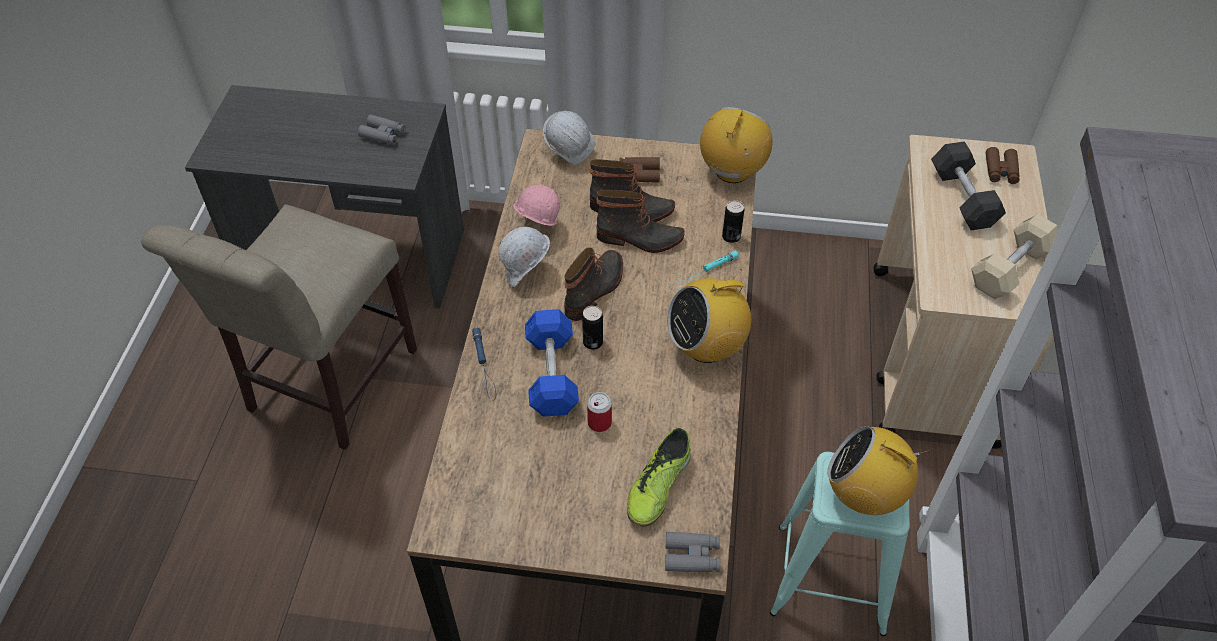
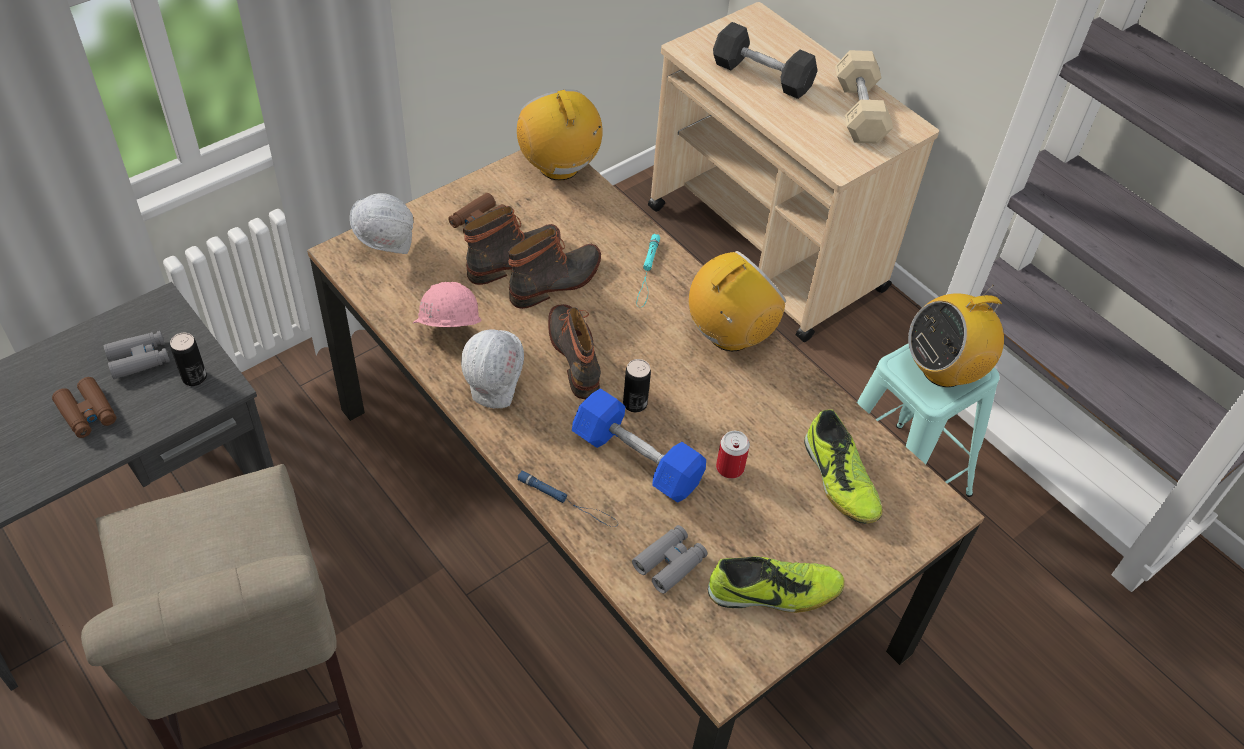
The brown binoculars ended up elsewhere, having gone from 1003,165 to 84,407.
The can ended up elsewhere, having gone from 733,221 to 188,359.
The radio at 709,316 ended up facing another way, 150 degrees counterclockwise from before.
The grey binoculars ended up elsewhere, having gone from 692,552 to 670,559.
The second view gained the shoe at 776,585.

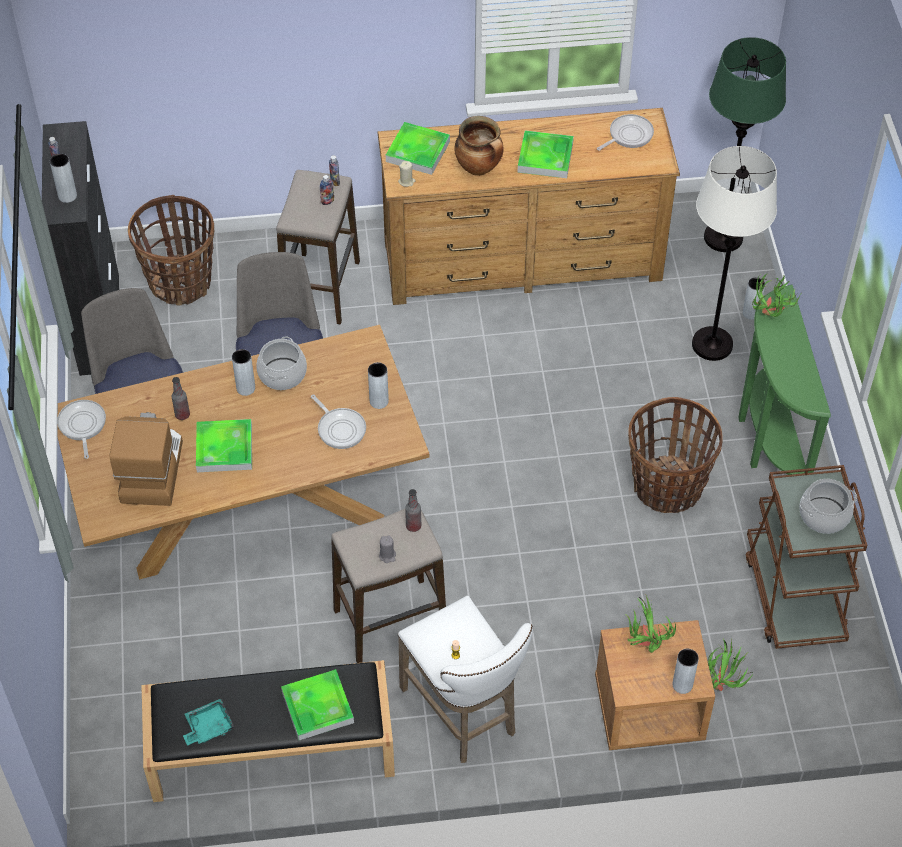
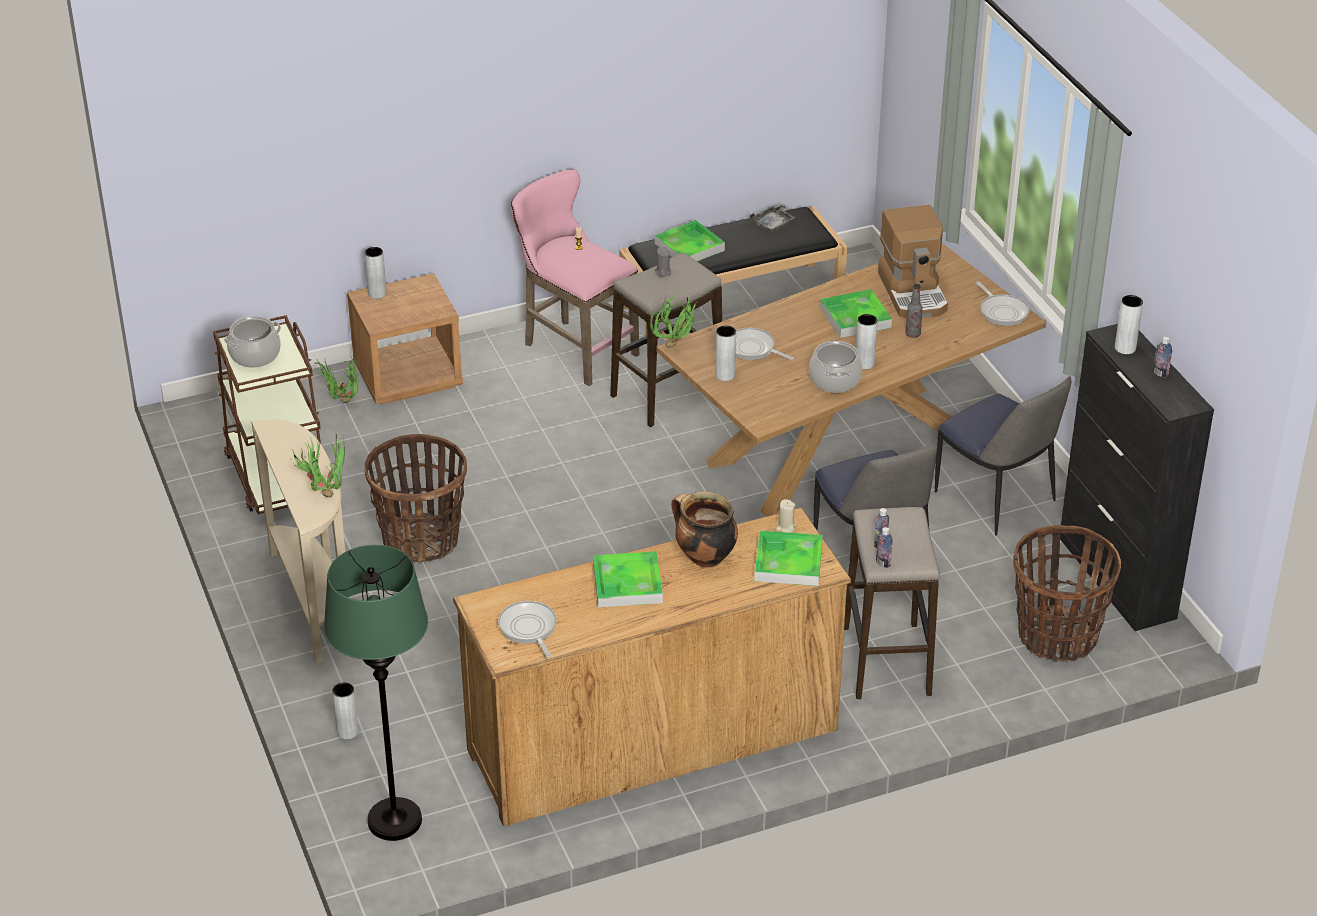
The frying pan at 625,132 ended up facing another way, 120 degrees clockwise from before.
The second view lost the white floor lamp at 734,253.
What was the green console table at 784,379 turned into the beige console table at 300,541.
The second view lost the bottle at 413,510.
What was the white stool at 465,679 turned into the pink stool at 575,277.
The potted plant ended up elsewhere, having gone from 650,624 to 674,321.
What was the turquoise tray at 209,722 turned into the grey tray at 773,217.

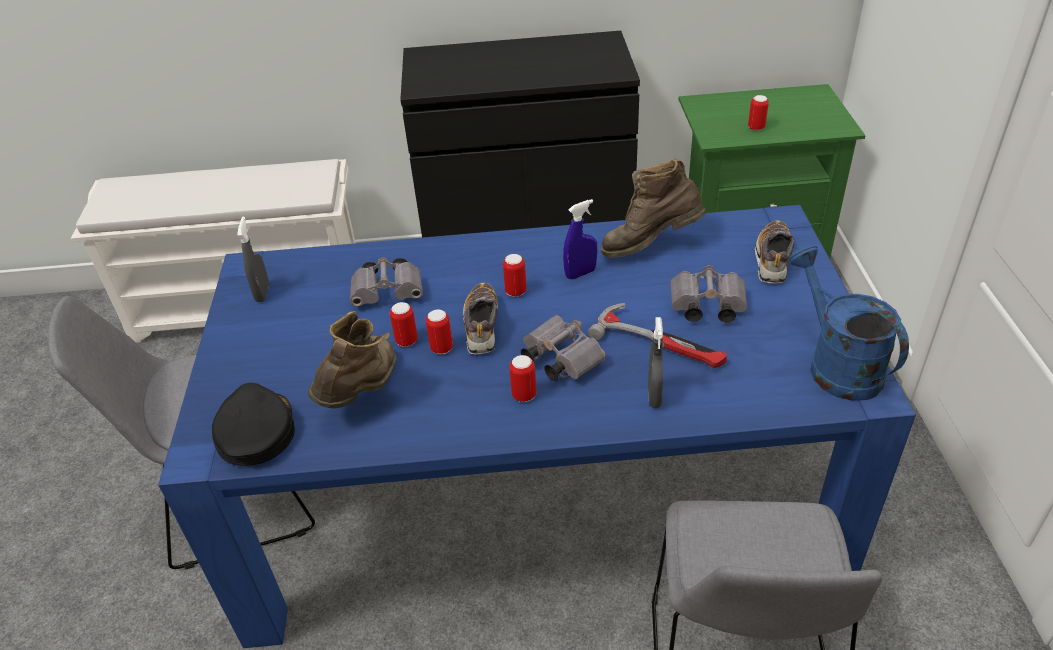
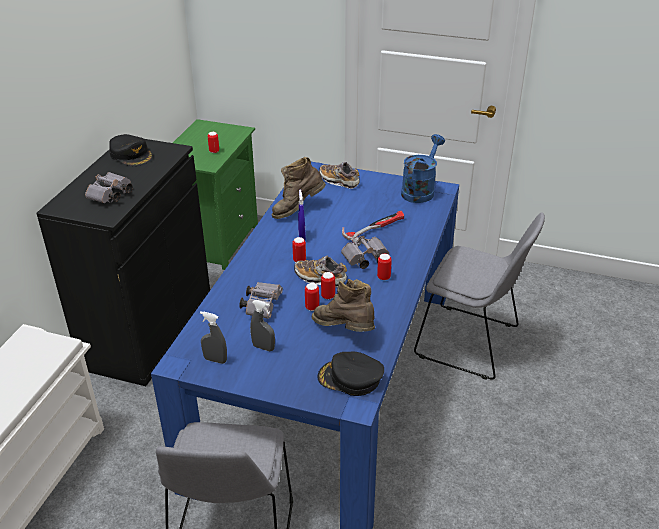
The brown boot at 653,208 ended up facing another way, 45 degrees clockwise from before.
The blue watering can at 848,323 ended up facing another way, 120 degrees clockwise from before.
The grey binoculars ended up elsewhere, having gone from 708,293 to 109,187.
The grey spray bottle ended up elsewhere, having gone from 655,362 to 262,325.
The second view gained the black cap at 131,150.

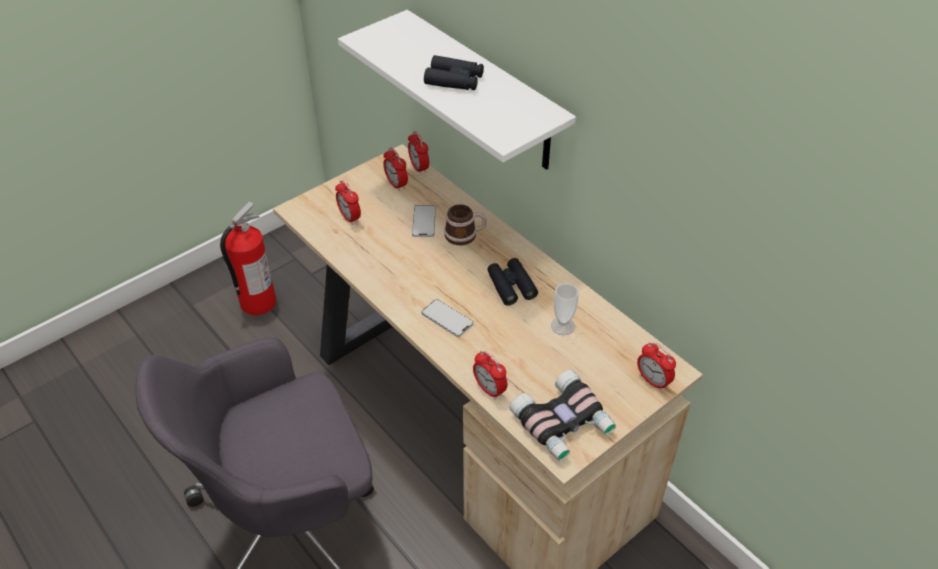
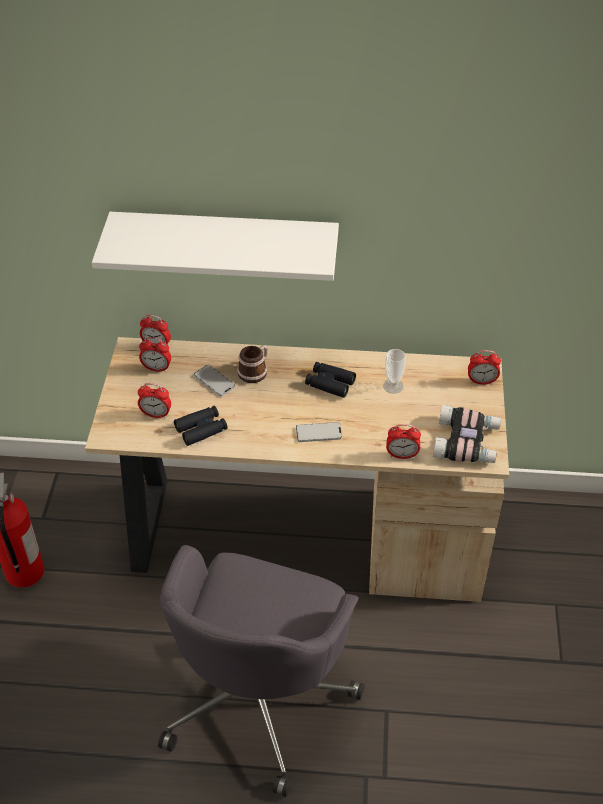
The black binoculars ended up elsewhere, having gone from 454,72 to 200,426.

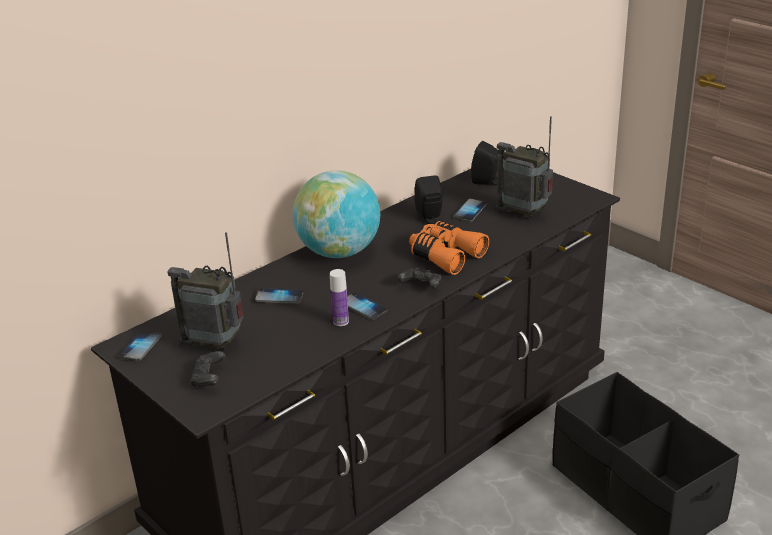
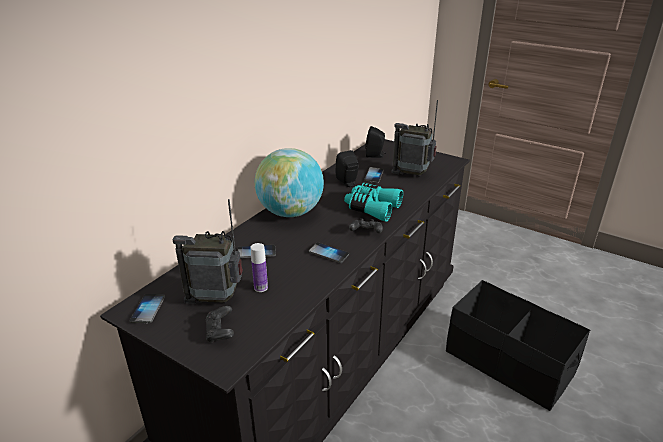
What was the orange binoculars at 449,248 turned into the turquoise binoculars at 373,202.
The bottle ended up elsewhere, having gone from 339,297 to 259,267.

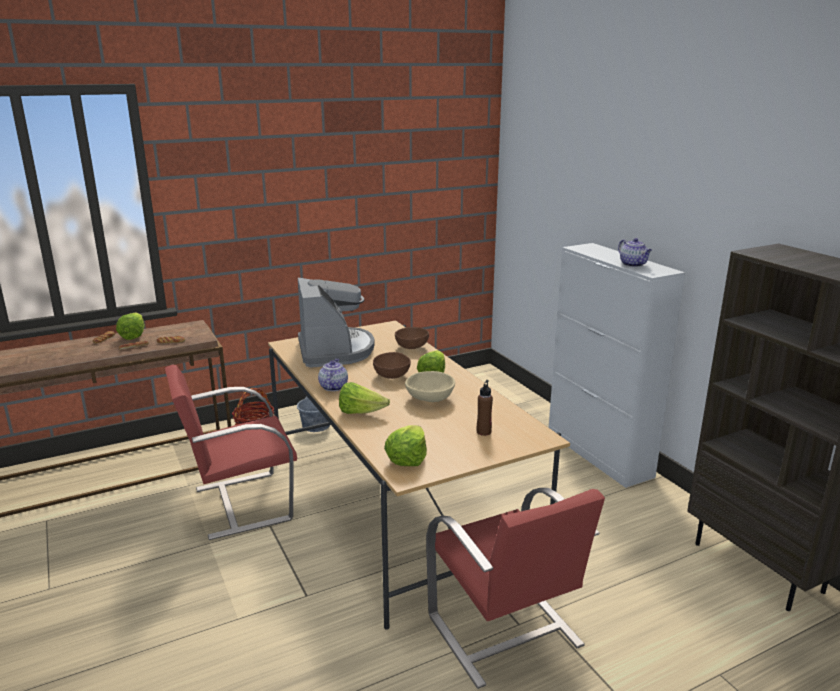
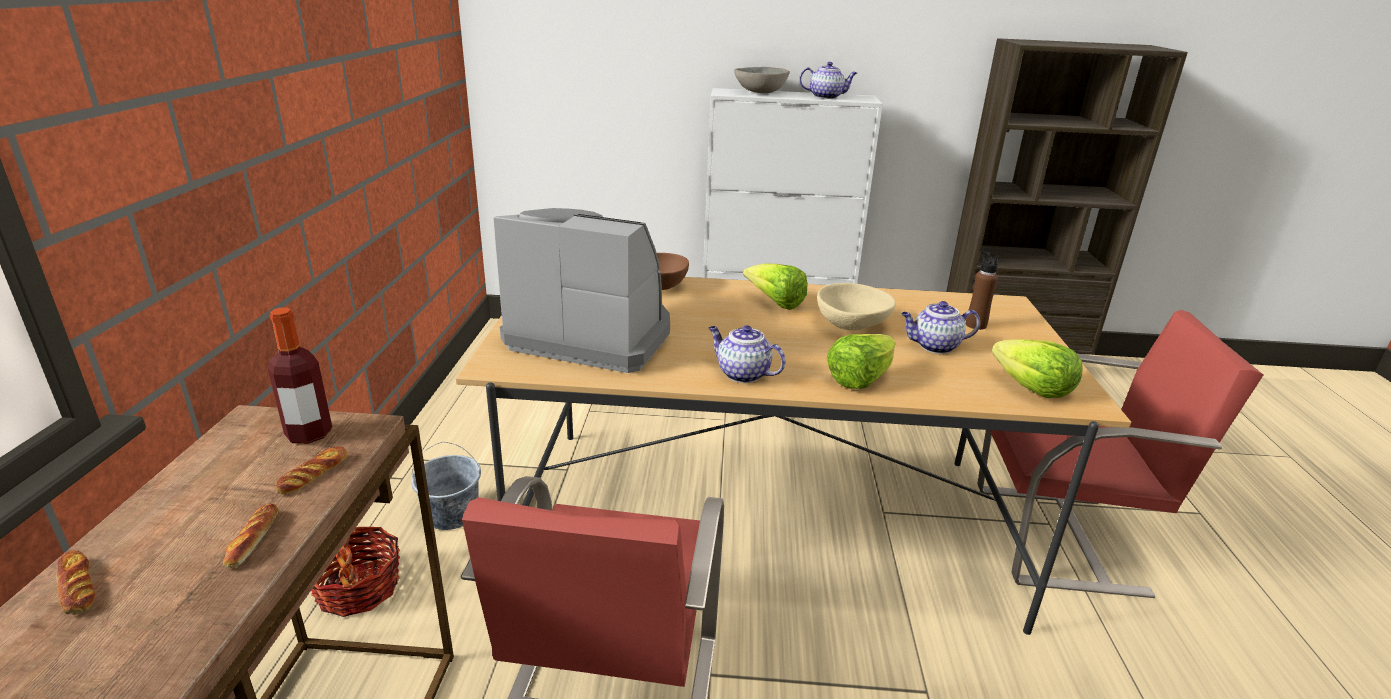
The second view lost the lettuce at 130,326.
The second view lost the brown bowl at 392,365.
The second view gained the grey bowl at 762,80.
The second view gained the teapot at 940,327.
The second view gained the bottle at 300,375.

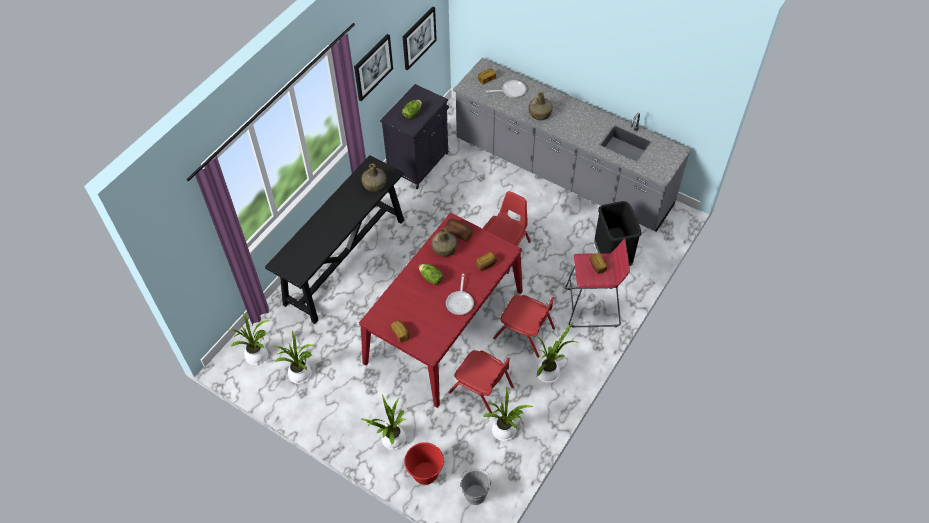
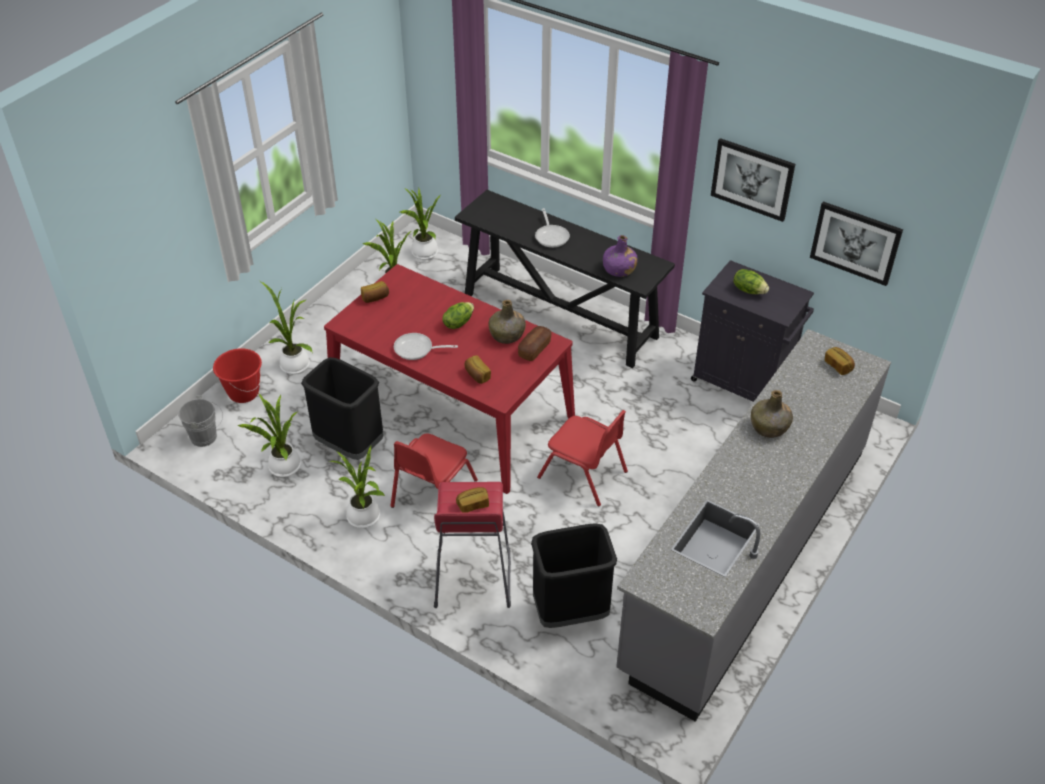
The frying pan ended up elsewhere, having gone from 506,89 to 552,228.
What was the green bottle at 373,178 turned into the purple bottle at 620,256.
Where the red chair stood at 481,381, the black trash can came to stand at 342,408.

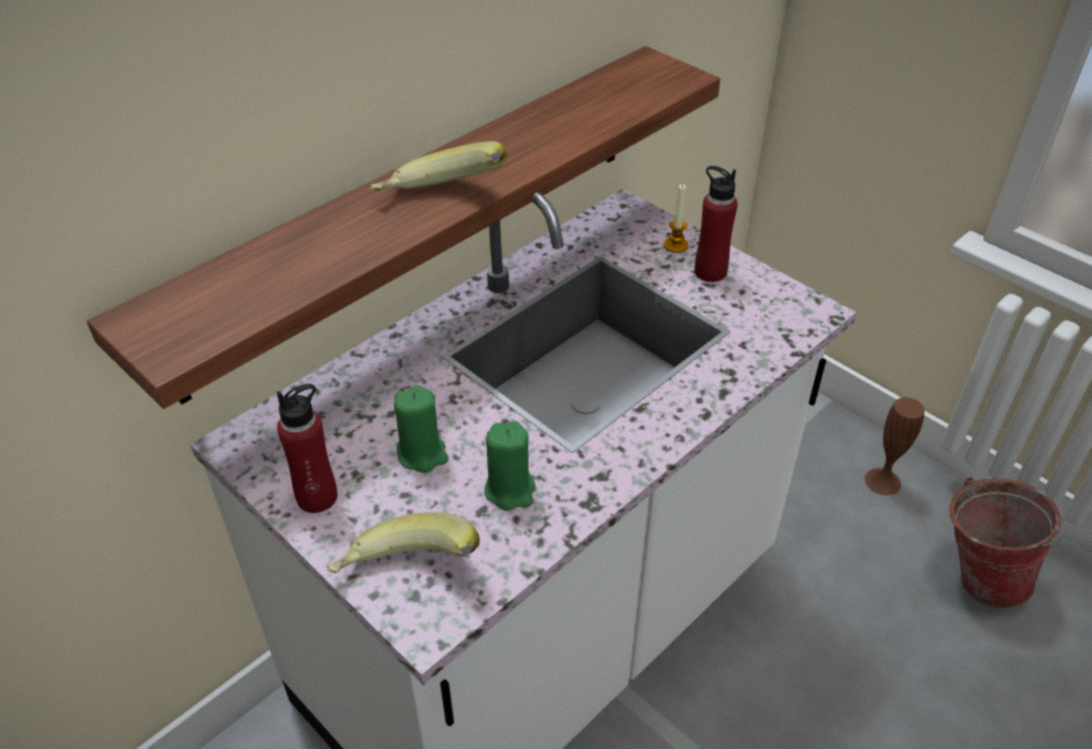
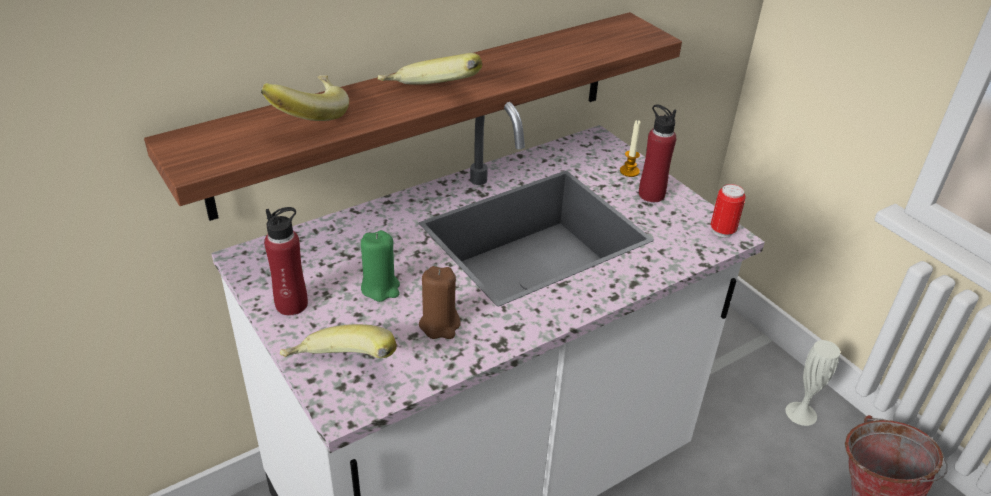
What was the brown vase at 895,446 turned into the white vase at 812,383.
What was the green candle at 510,466 turned into the brown candle at 440,302.
The second view gained the banana at 305,98.
The second view gained the can at 728,210.

